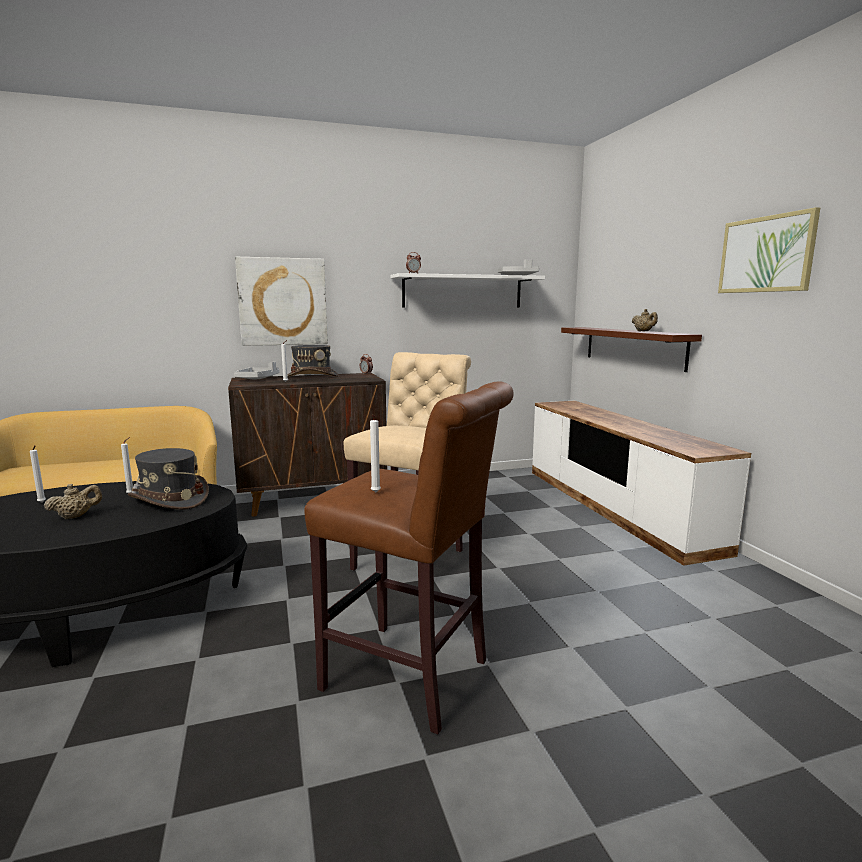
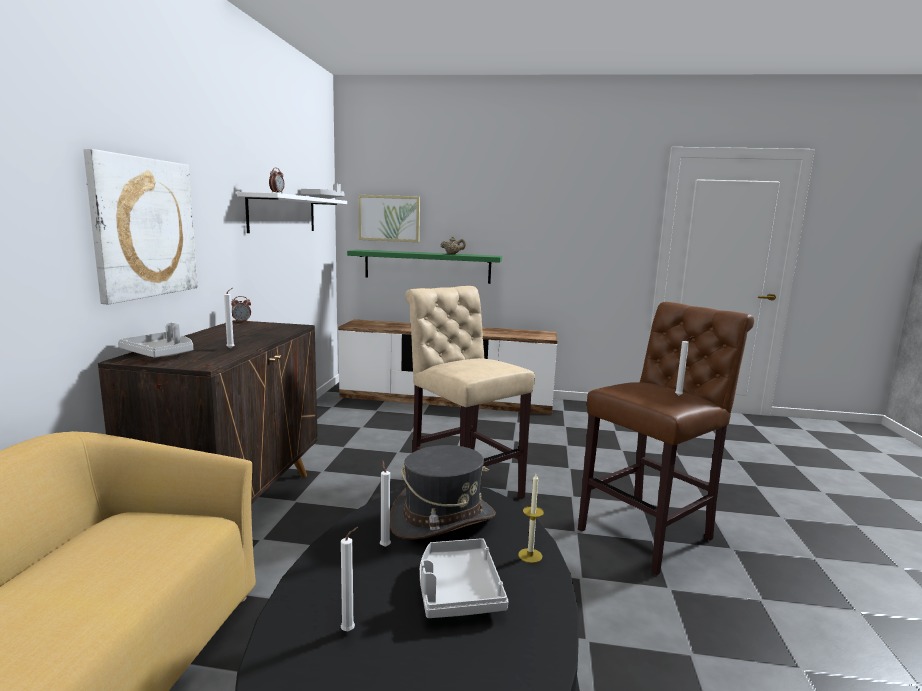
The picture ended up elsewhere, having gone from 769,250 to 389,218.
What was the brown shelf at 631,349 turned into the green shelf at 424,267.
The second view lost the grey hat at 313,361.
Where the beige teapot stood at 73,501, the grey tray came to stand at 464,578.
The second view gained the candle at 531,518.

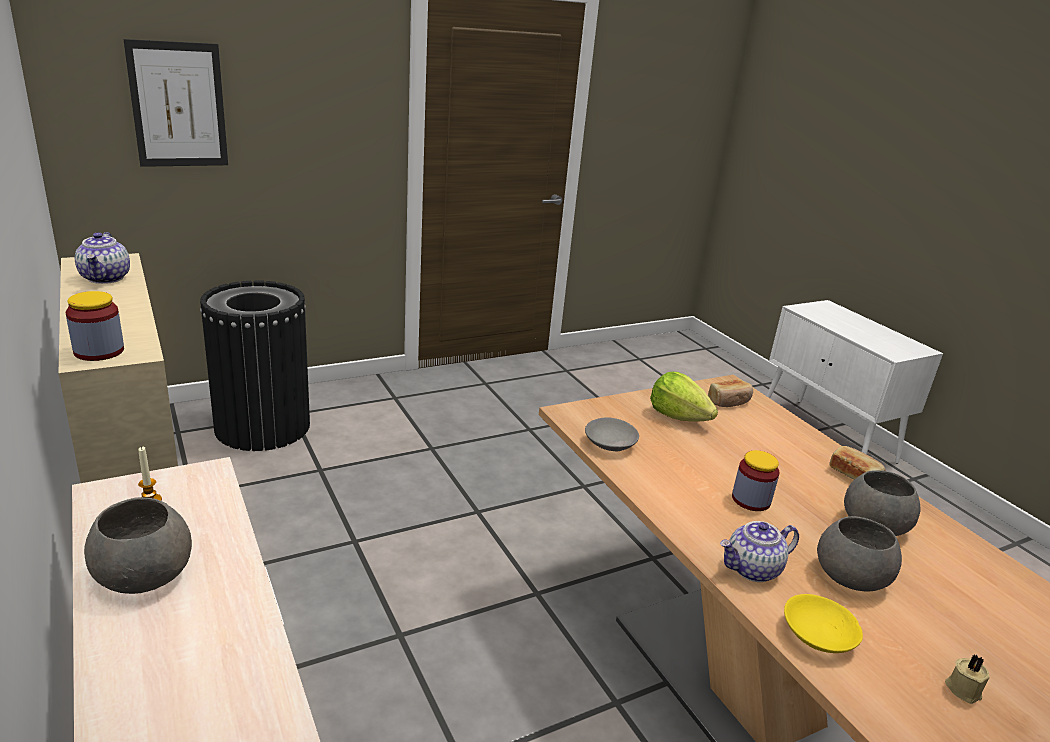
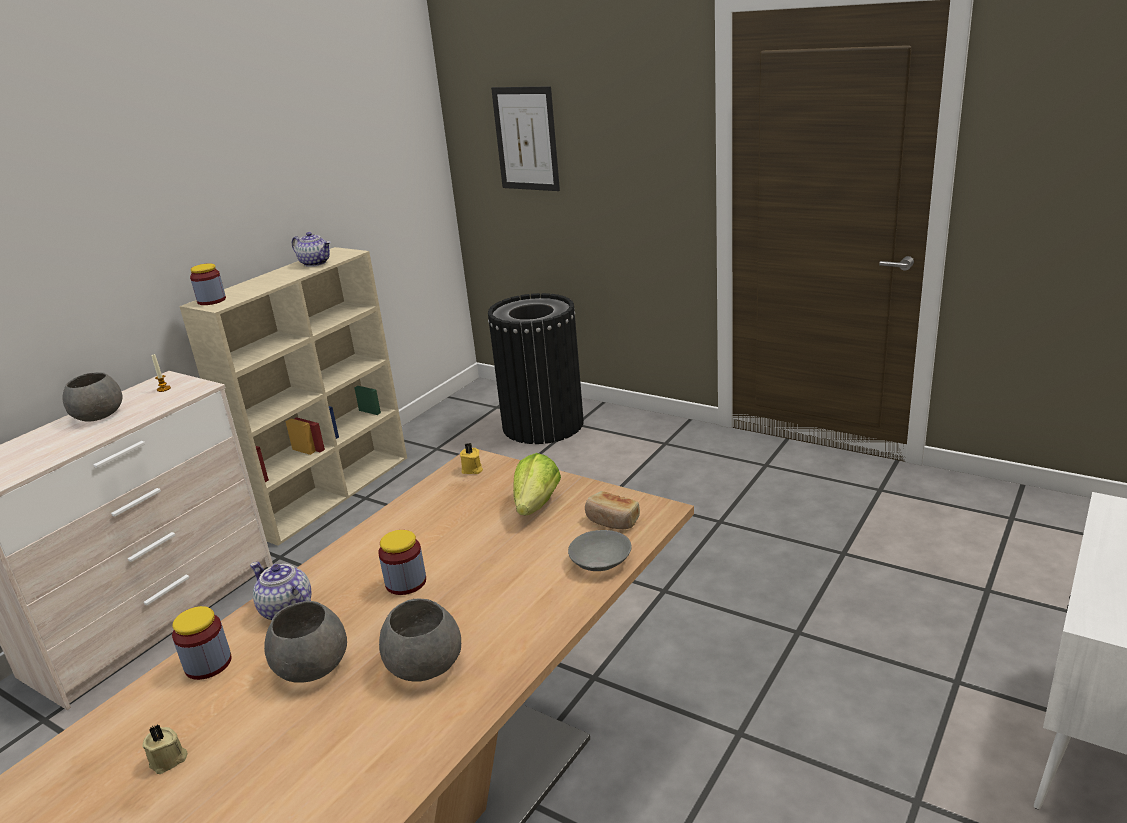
The teapot at 102,258 ended up facing another way, 105 degrees counterclockwise from before.
The grey bowl ended up elsewhere, having gone from 612,434 to 600,550.
The second view lost the bread at 857,463.
Where the yellow bowl stood at 823,623, the jar came to stand at 202,643.
The second view gained the yellow candle at 471,458.

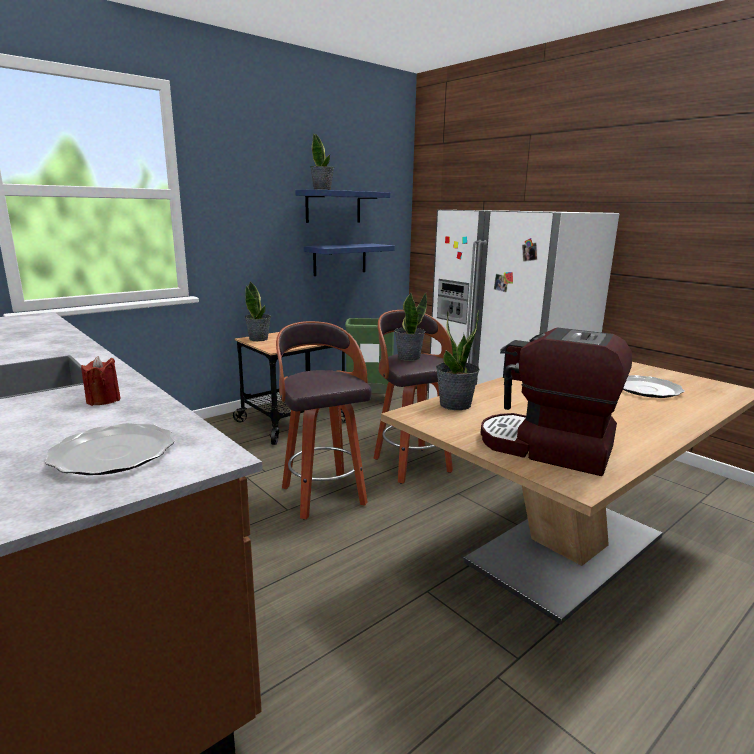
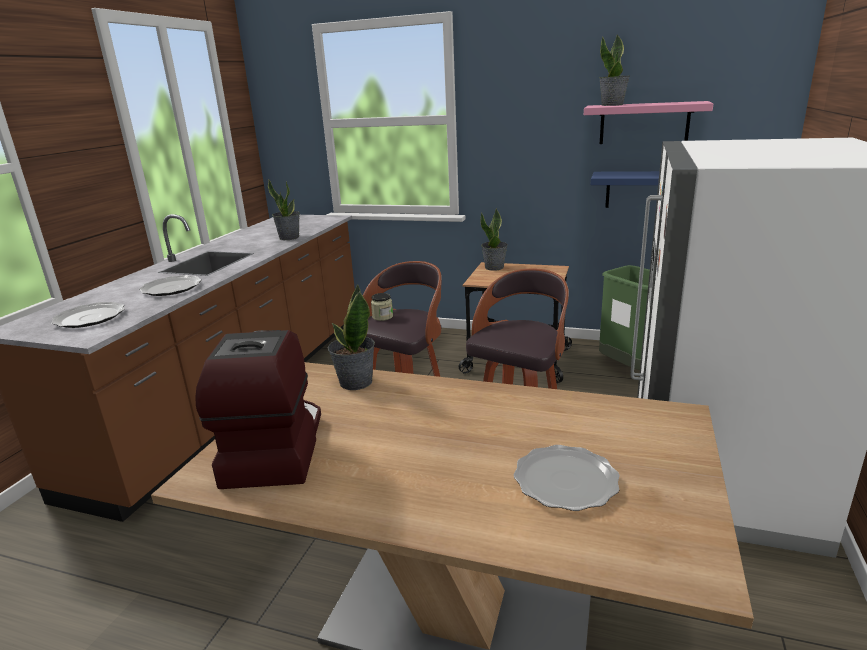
What was the blue shelf at 342,206 turned into the pink shelf at 649,122.
The potted plant ended up elsewhere, having gone from 410,327 to 284,209.
Where the red candle stood at 100,381, the plate came to stand at 170,285.
The second view gained the jar at 382,307.

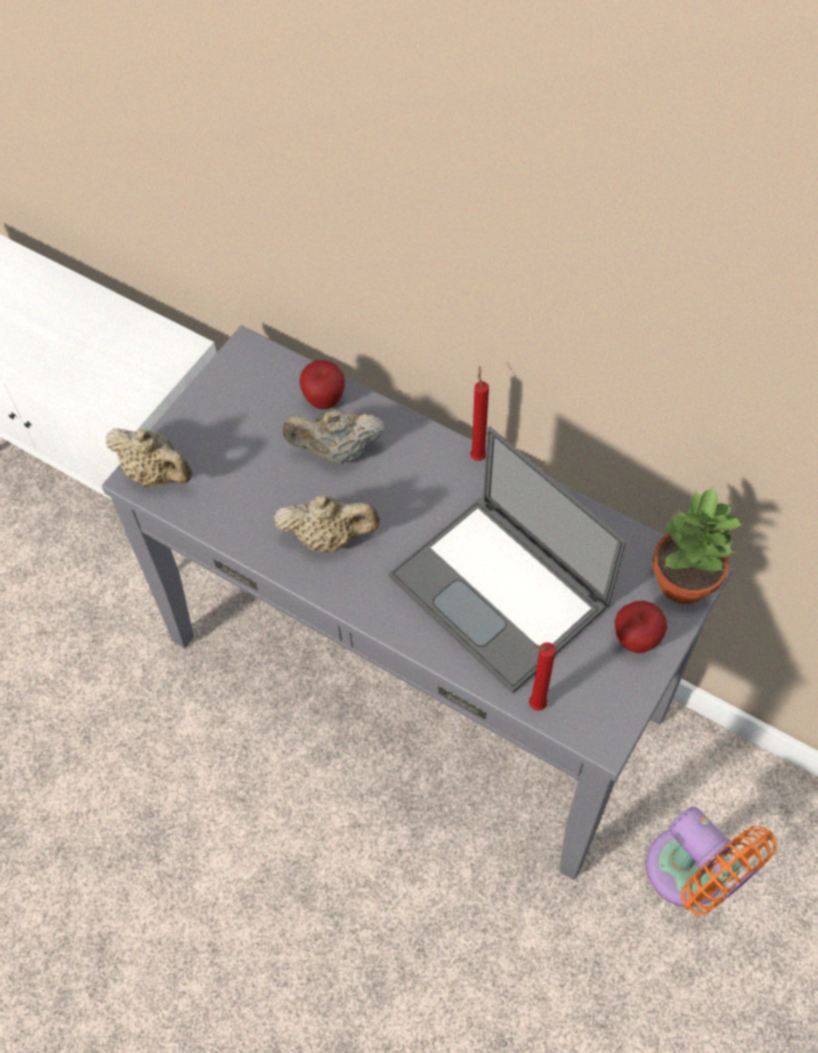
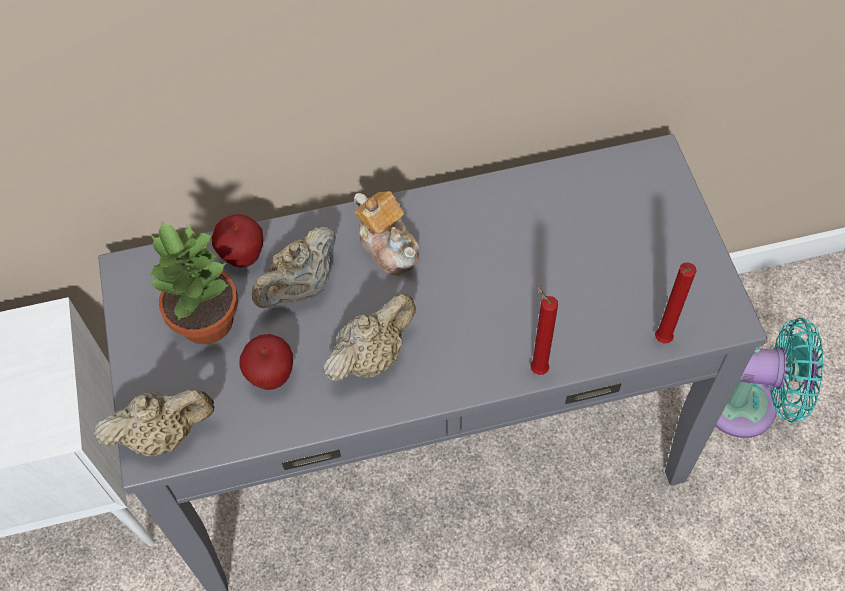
The red candle ended up elsewhere, having gone from 479,413 to 544,330.
The second view lost the laptop at 508,560.
The potted plant ended up elsewhere, having gone from 697,544 to 193,282.
The apple ended up elsewhere, having gone from 640,627 to 266,362.
What was the orange fan at 711,860 turned into the turquoise fan at 769,378.
The second view gained the teapot at 386,233.

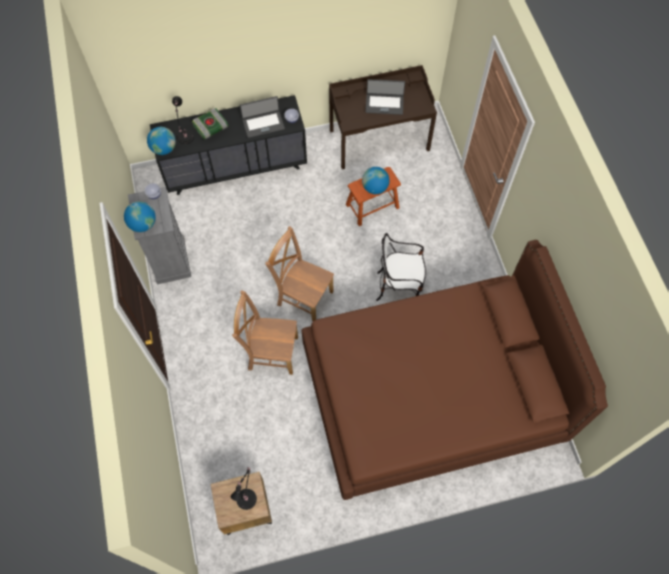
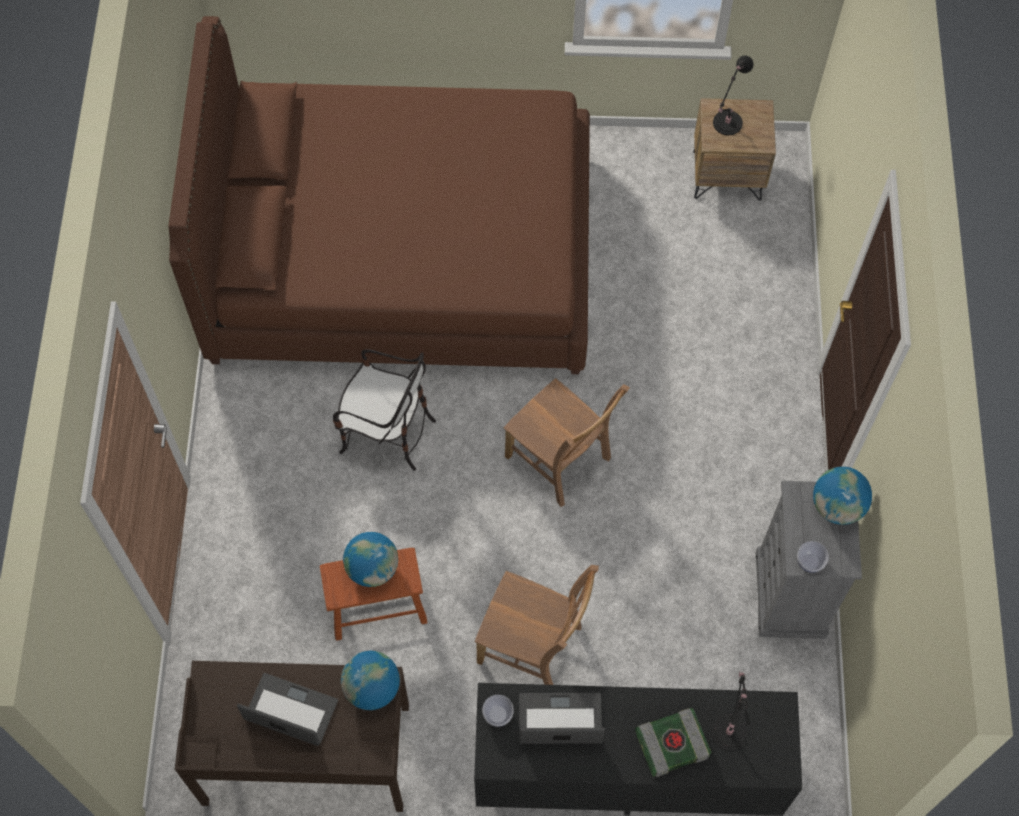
The globe ended up elsewhere, having gone from 161,141 to 370,680.
The brown chair ended up elsewhere, having gone from 265,332 to 537,625.

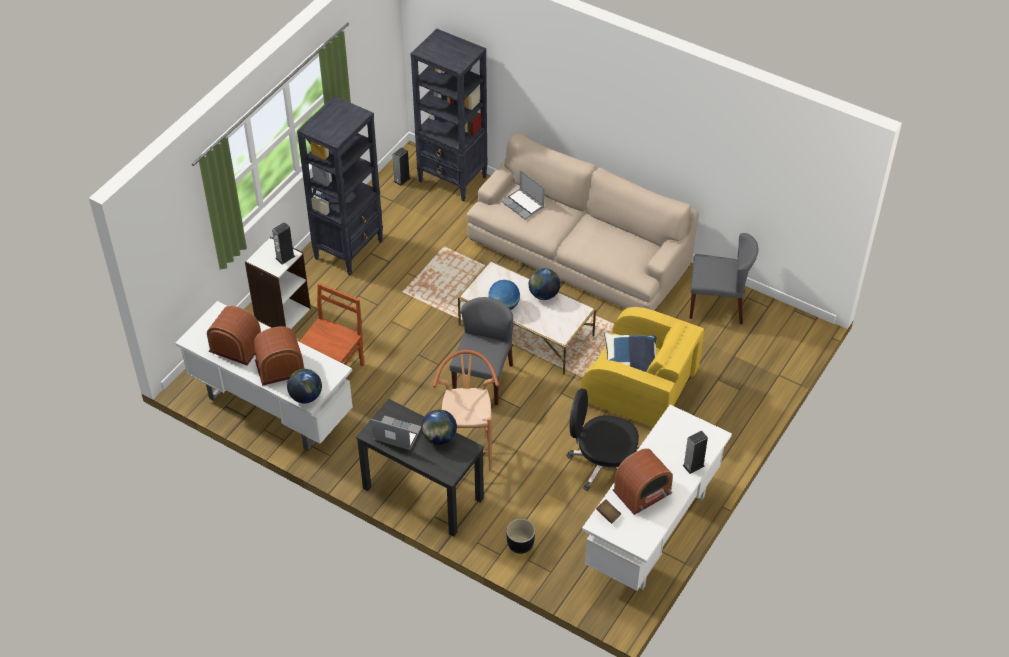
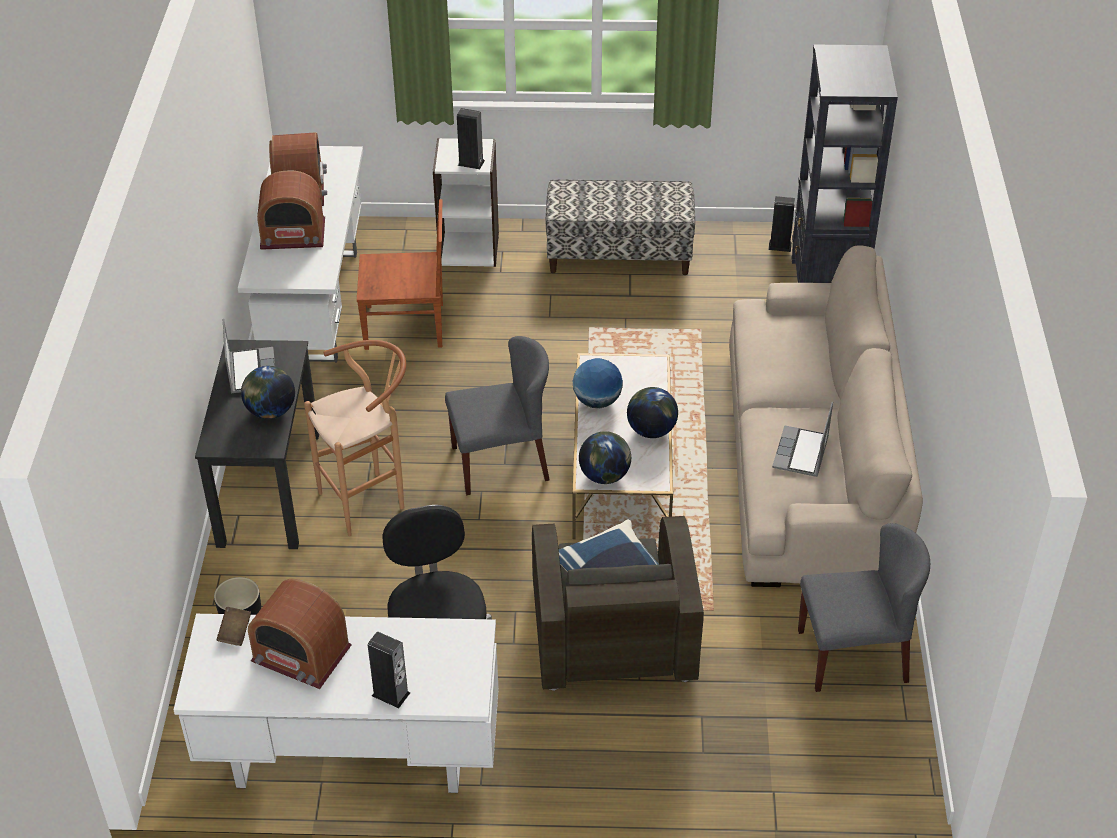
Where the black bookcase stood at 340,185, the bench came to stand at 620,227.
The laptop ended up elsewhere, having gone from 523,195 to 802,439.
The grey chair at 724,278 ended up facing another way, 75 degrees counterclockwise from before.
What was the yellow armchair at 642,367 turned into the brown armchair at 618,603.
The radio at 279,355 ended up facing another way, 135 degrees clockwise from before.
The globe ended up elsewhere, having gone from 304,386 to 605,457.

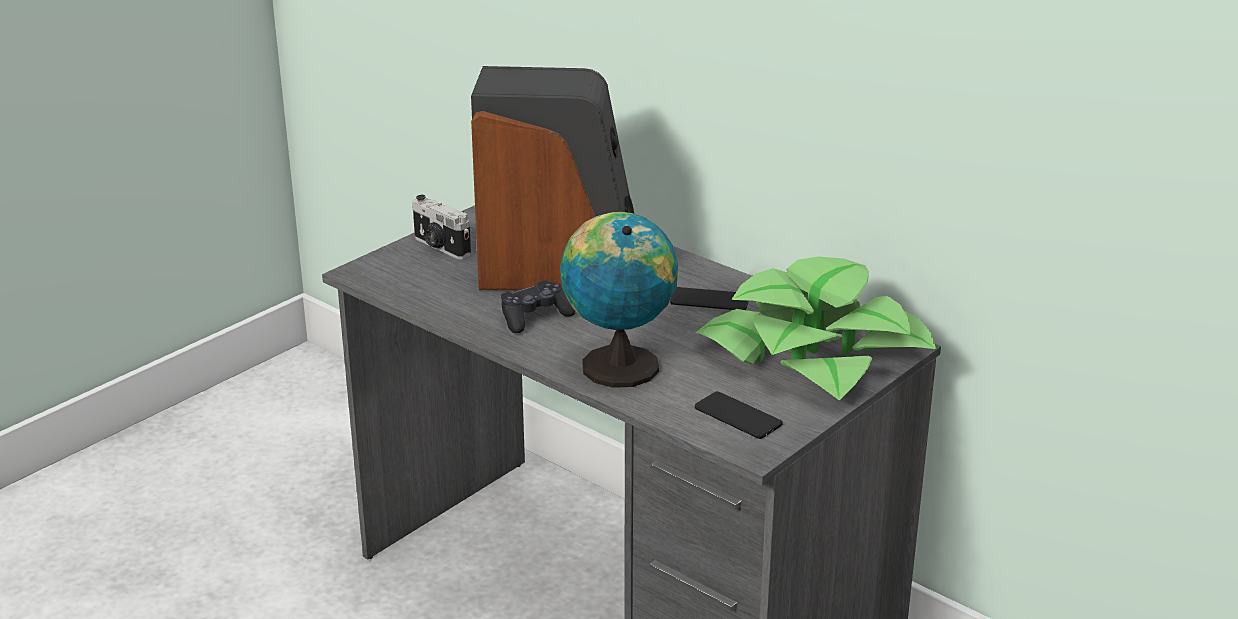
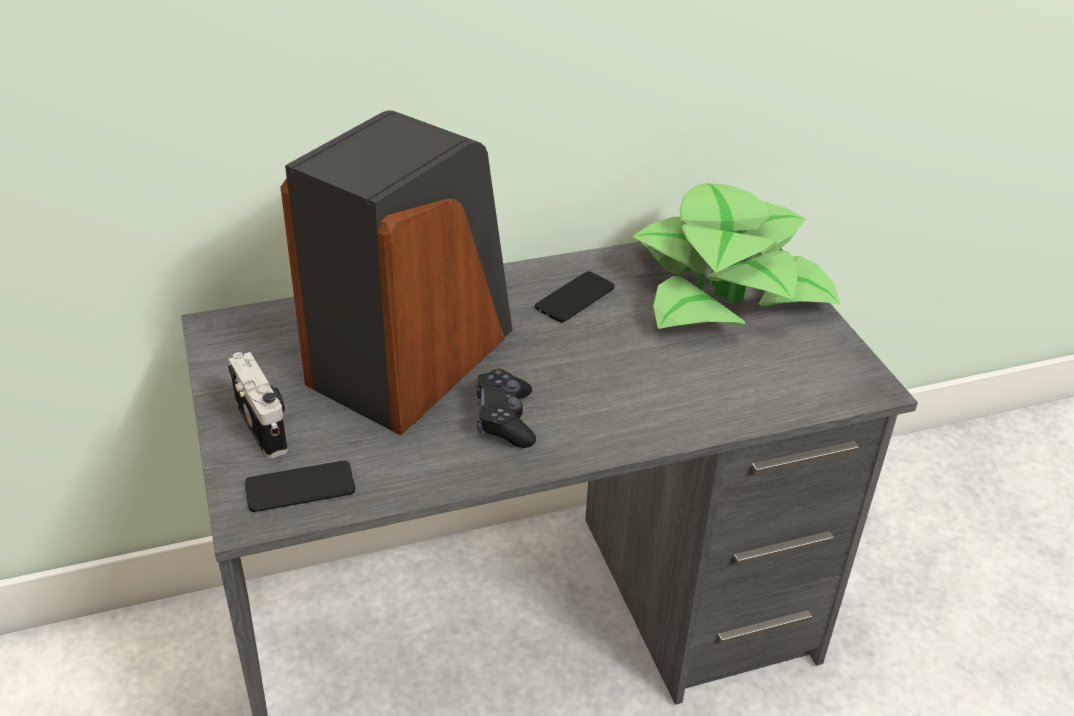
The photo camera at 441,227 ended up facing another way, 105 degrees counterclockwise from before.
The second view lost the globe at 619,300.
The phone ended up elsewhere, having gone from 739,415 to 300,486.

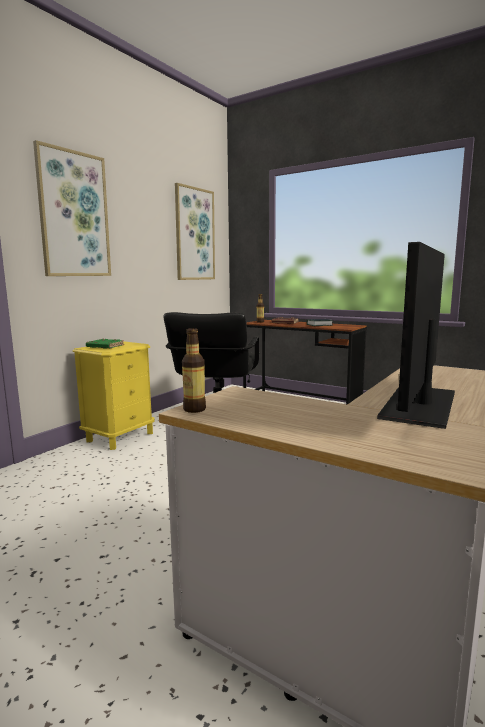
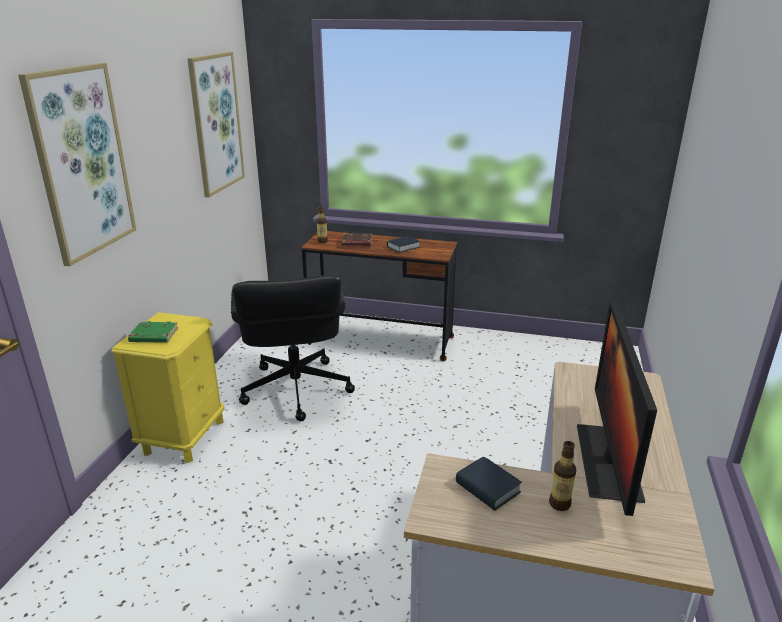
The bottle ended up elsewhere, having gone from 194,370 to 562,476.
The second view gained the book at 489,484.

